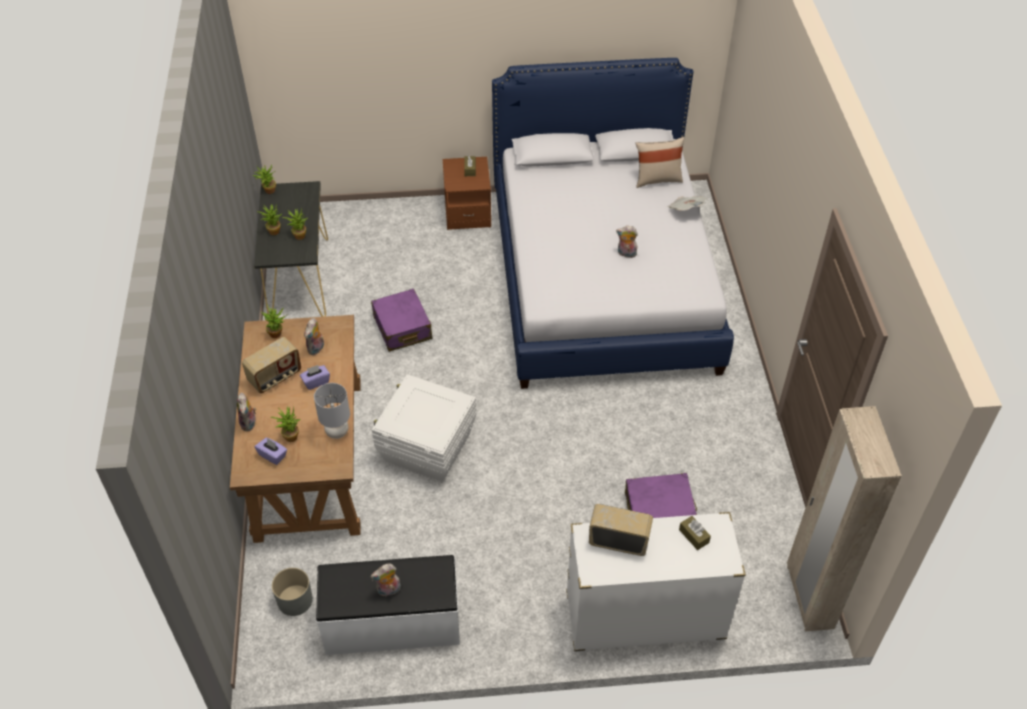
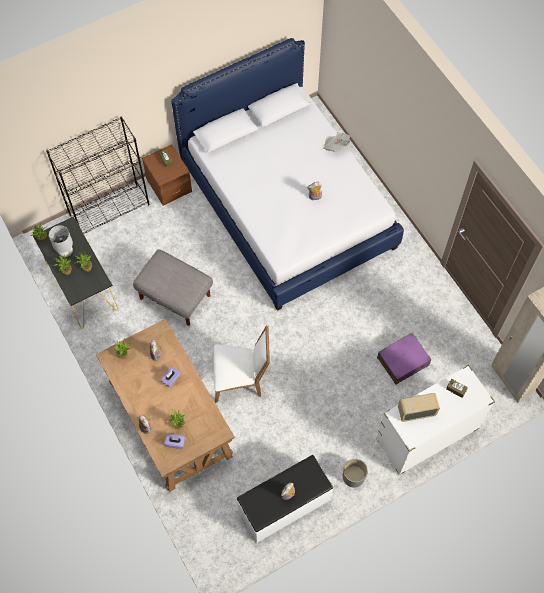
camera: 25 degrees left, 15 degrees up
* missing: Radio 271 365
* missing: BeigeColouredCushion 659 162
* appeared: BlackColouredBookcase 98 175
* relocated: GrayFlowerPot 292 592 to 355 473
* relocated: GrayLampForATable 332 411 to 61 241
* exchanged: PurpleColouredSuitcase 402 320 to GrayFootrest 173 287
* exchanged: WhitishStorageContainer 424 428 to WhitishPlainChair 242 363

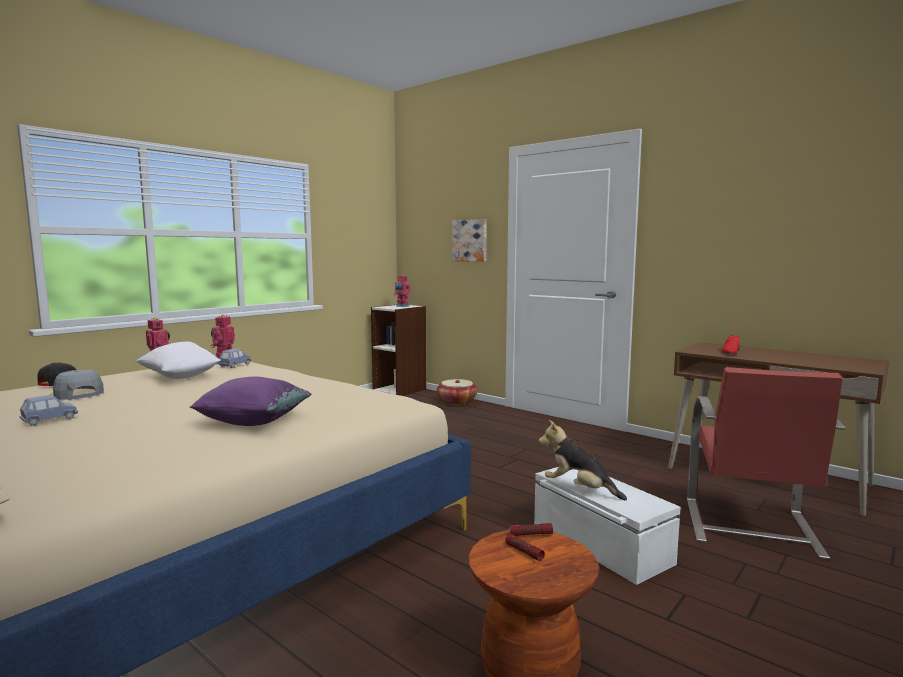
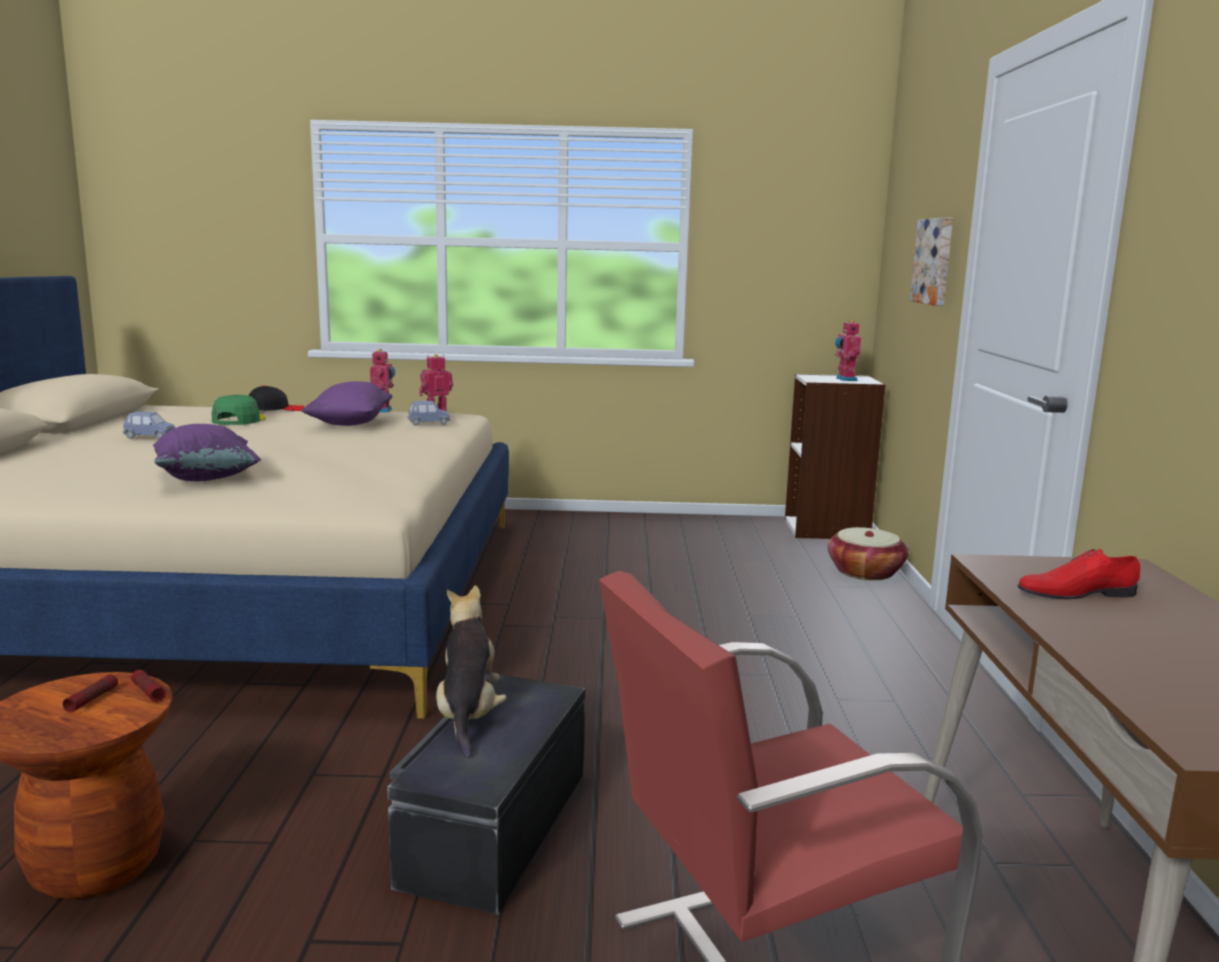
camera: 50 degrees right, 5 degrees up
* colour: GrayBaseballCap 77 384 to GreenishBaseballCap 239 410
* colour: WhitishCushion 178 360 to PurpleColouredCushion 347 403
* colour: WhitishStorageContainer 607 526 to BlackColouredStorageContainer 486 794

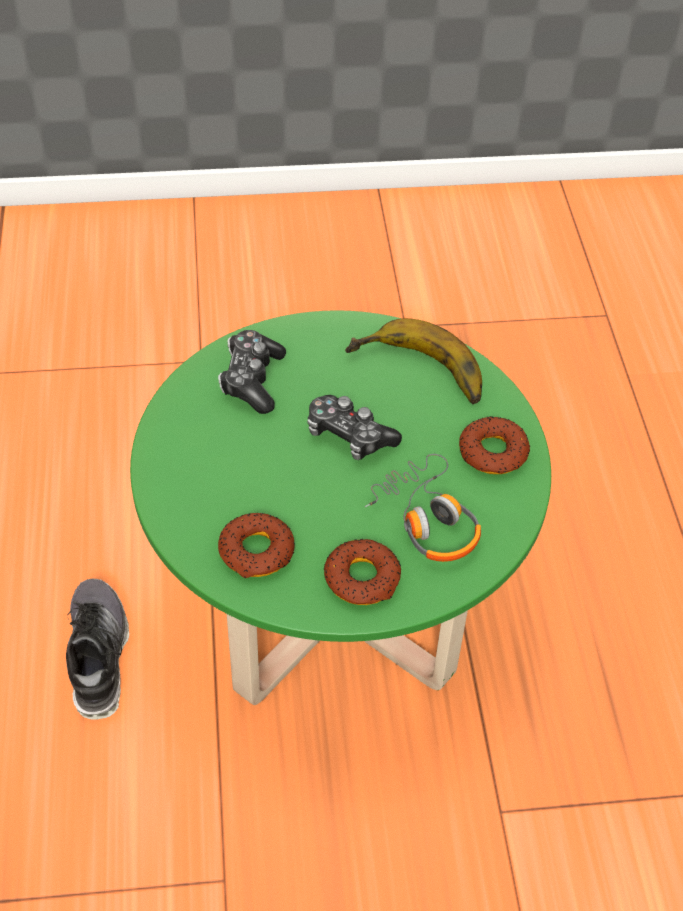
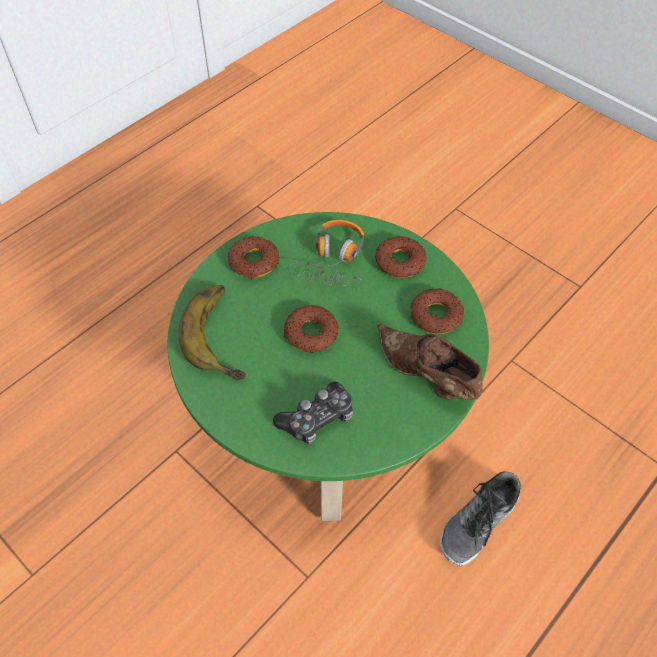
camera: 130 degrees left, 5 degrees up
* appeared: BrownishItemOfFootwear 430 361
* exchanged: Gamepad 354 427 to Doughnut 311 329

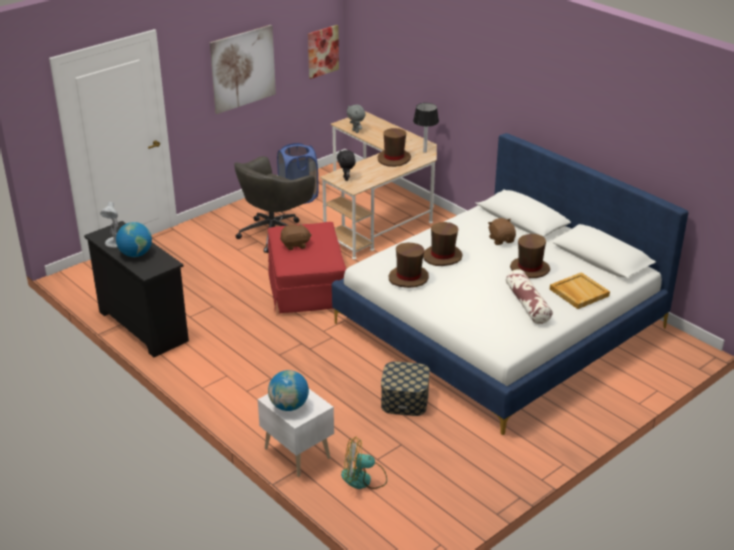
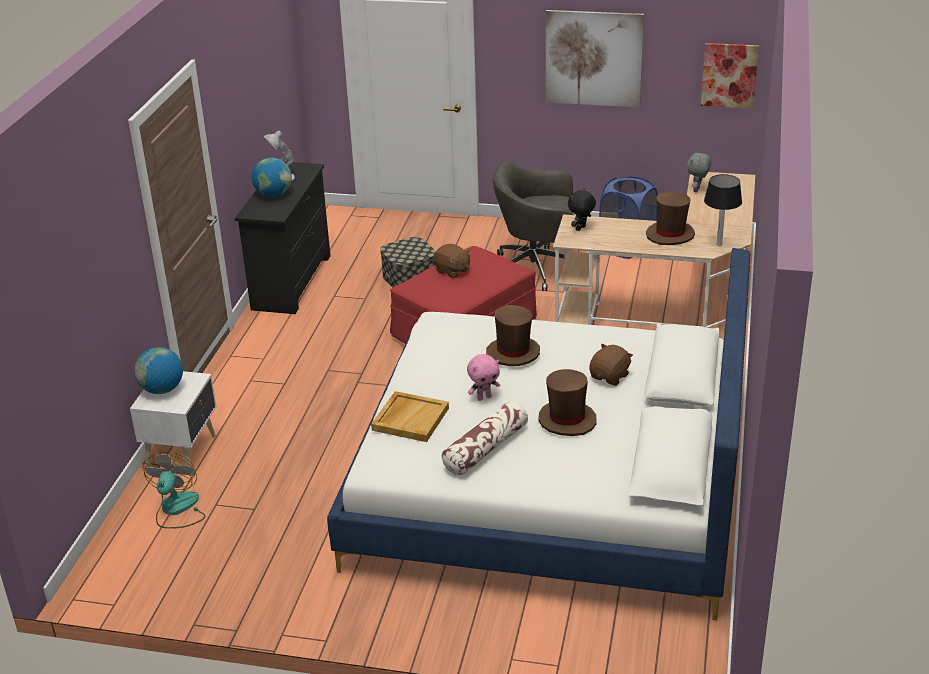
camera: 55 degrees right, 0 degrees up
* missing: BrownishHat 409 265
* appeared: PinkColouredCuddlyToy 483 377
* relocated: StorageContainer 405 388 to 408 262
* relocated: BeigeColouredTray 580 290 to 410 416
* spun: CoolingFan 364 463 = 174 490 45 degrees clockwise

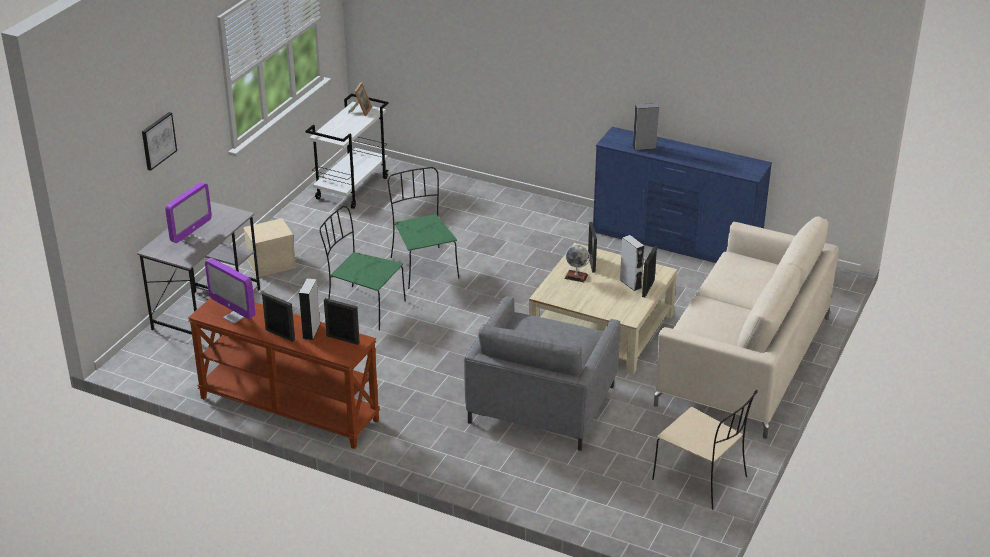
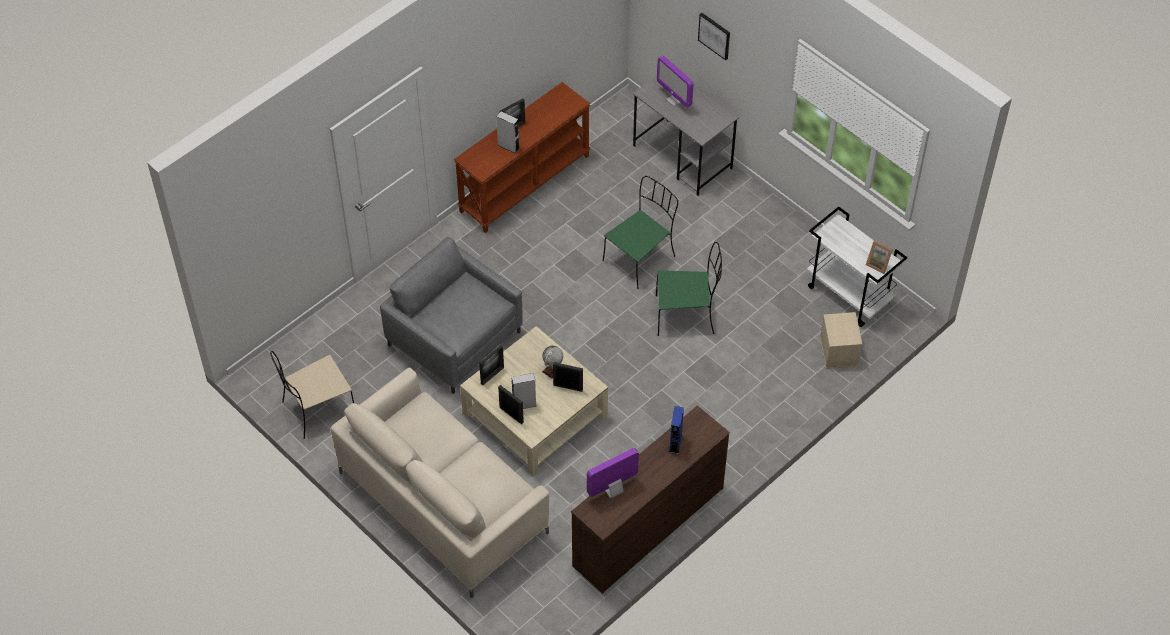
camera: 110 degrees right, 20 degrees up
* relocated: ComputerScreen 230 291 to 613 473
* relocated: BeigeColouredStorageContainer 269 247 to 841 340
* relocated: PictureFrame 342 321 to 491 365
* colour: BluishDresser 682 195 to BrownishDresser 650 499
* colour: GraySpeaker 645 127 to BluishSpeaker 676 430

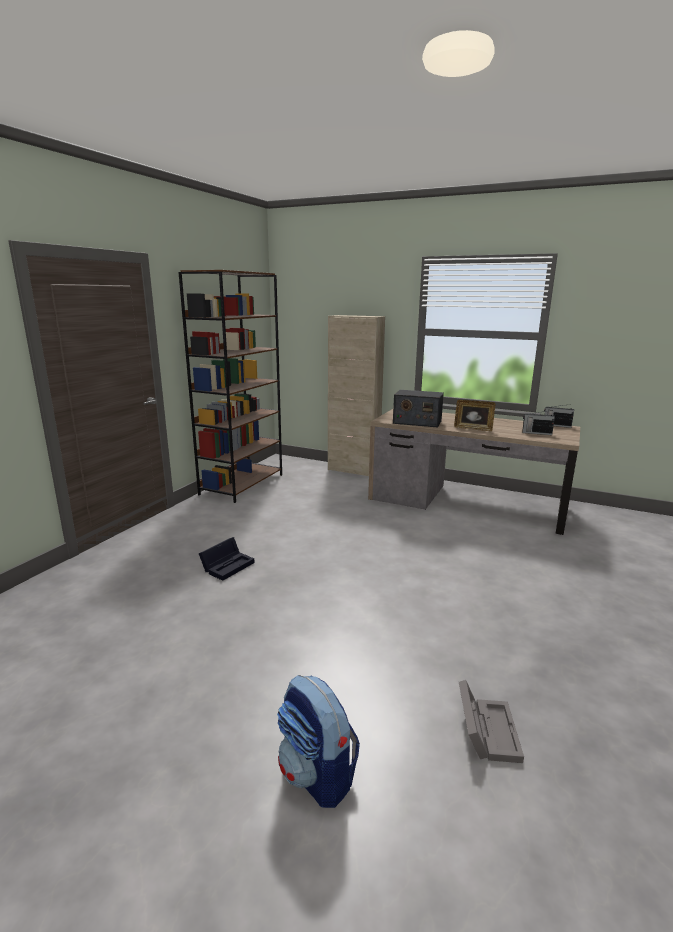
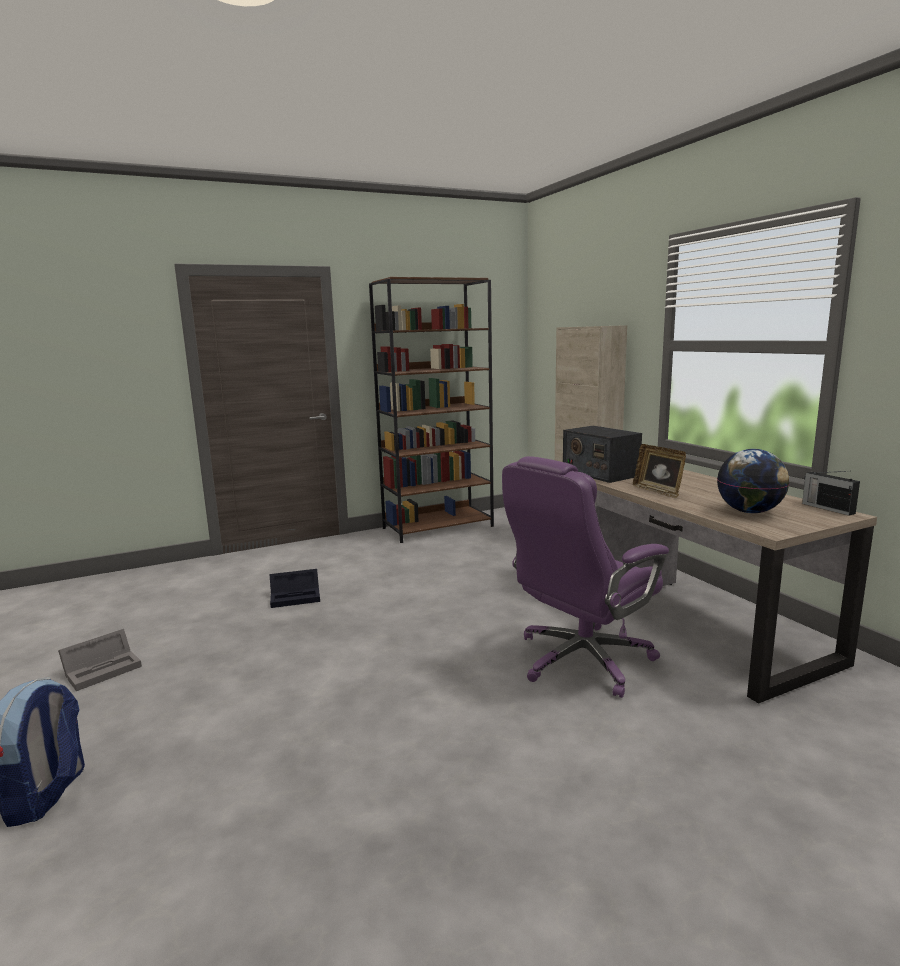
camera: 40 degrees right, 5 degrees down
* appeared: PurpleColouredOfficeChair 585 577
* relocated: GrayStorageContainer 491 721 to 100 660
* exchanged: Radio 538 423 to Globe 753 481

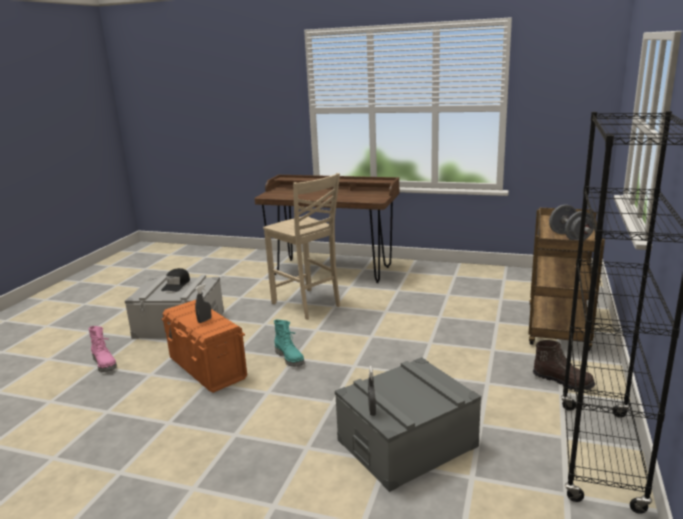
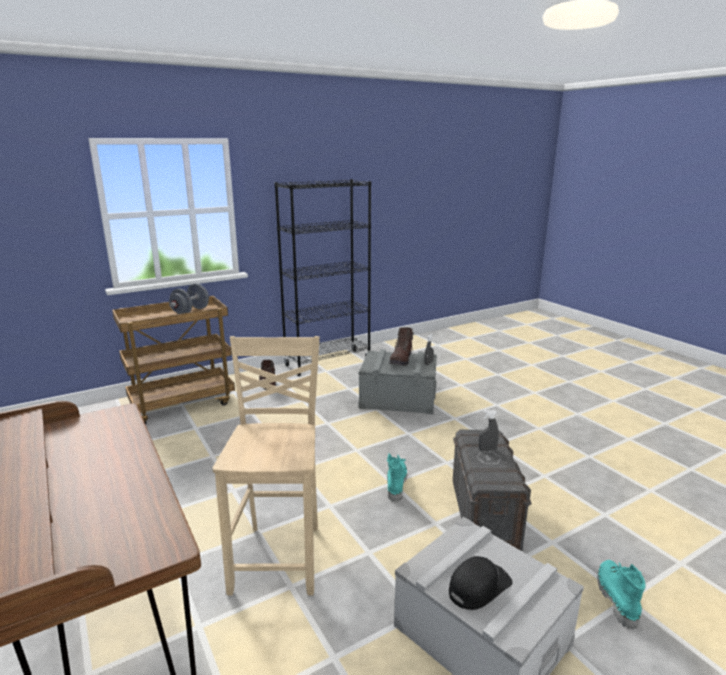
camera: 140 degrees left, 0 degrees up
* appeared: BrownishHighTopBoot 401 346
* colour: PinkColouredHighTopBoot 103 349 to TurquoiseHighTopBoot 621 594
* colour: OrangeyStorageContainer 204 346 to GrayStorageContainer 492 490

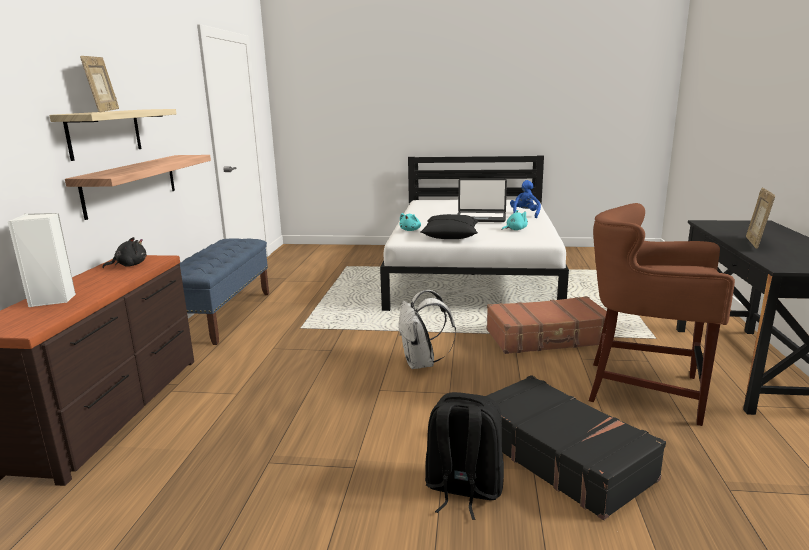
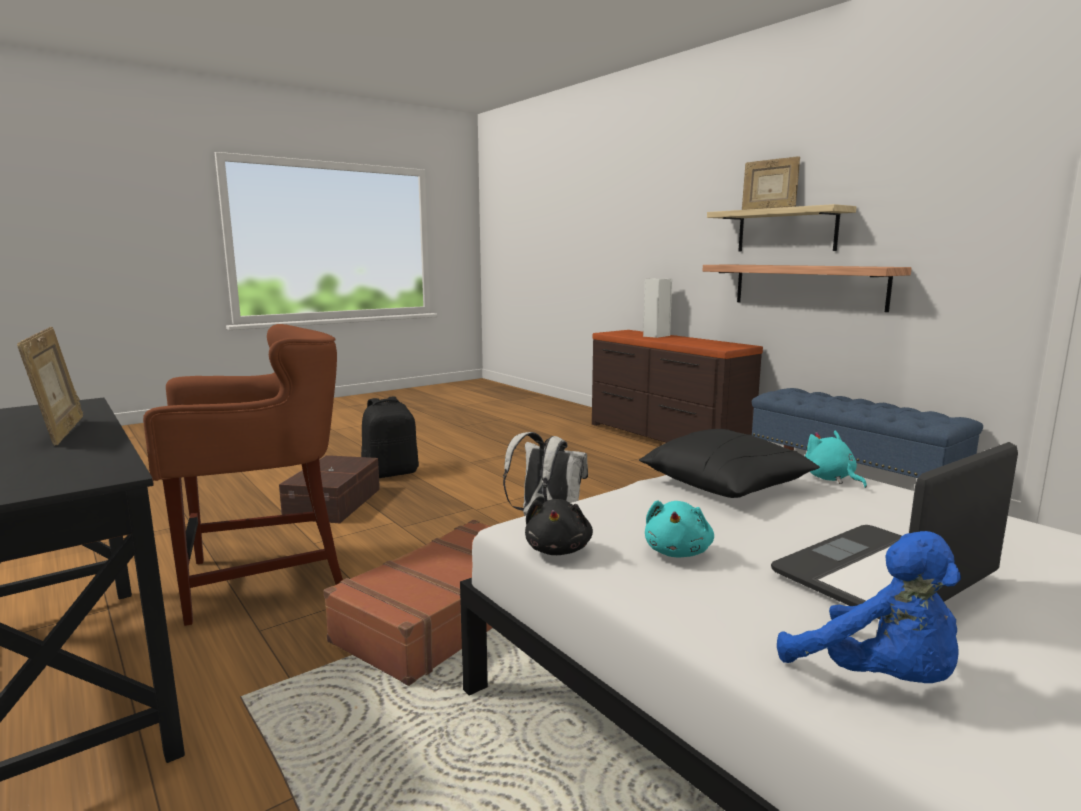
camera: 135 degrees right, 5 degrees down
* relocated: BlackColouredCuddlyToy 124 252 to 559 527
* exchanged: BlackColouredSuitcase 576 447 to BrownishStorageContainer 329 489

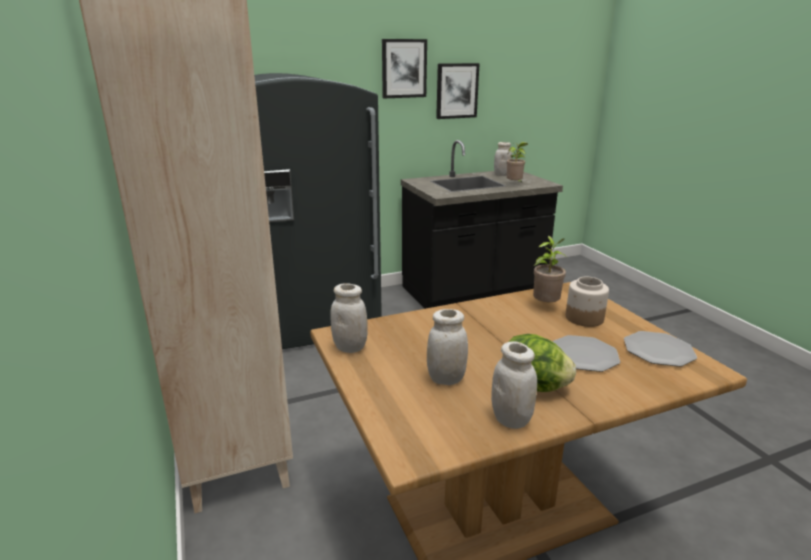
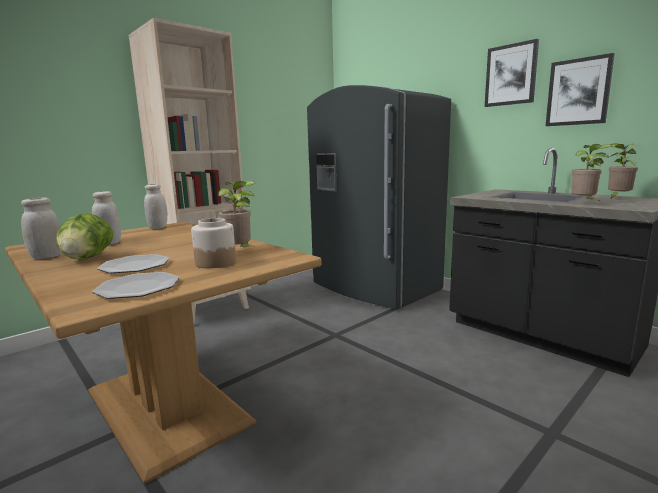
camera: 70 degrees right, 10 degrees down
* exchanged: WhitishStorageJar 503 159 to Houseplant 624 171

